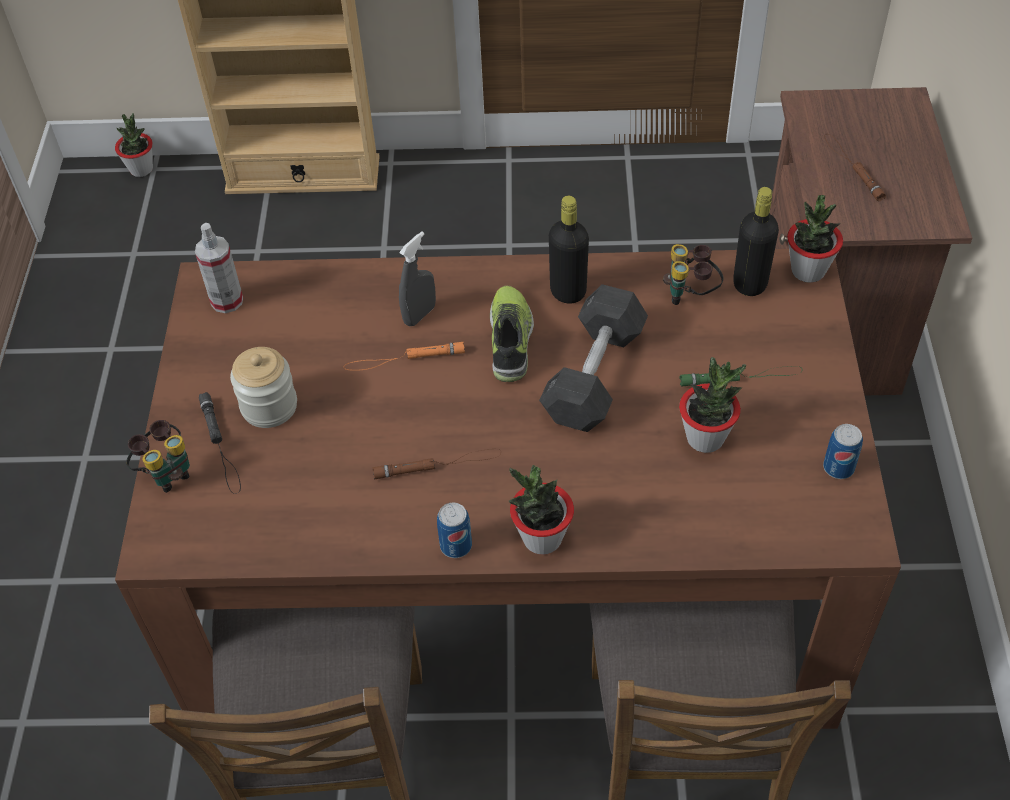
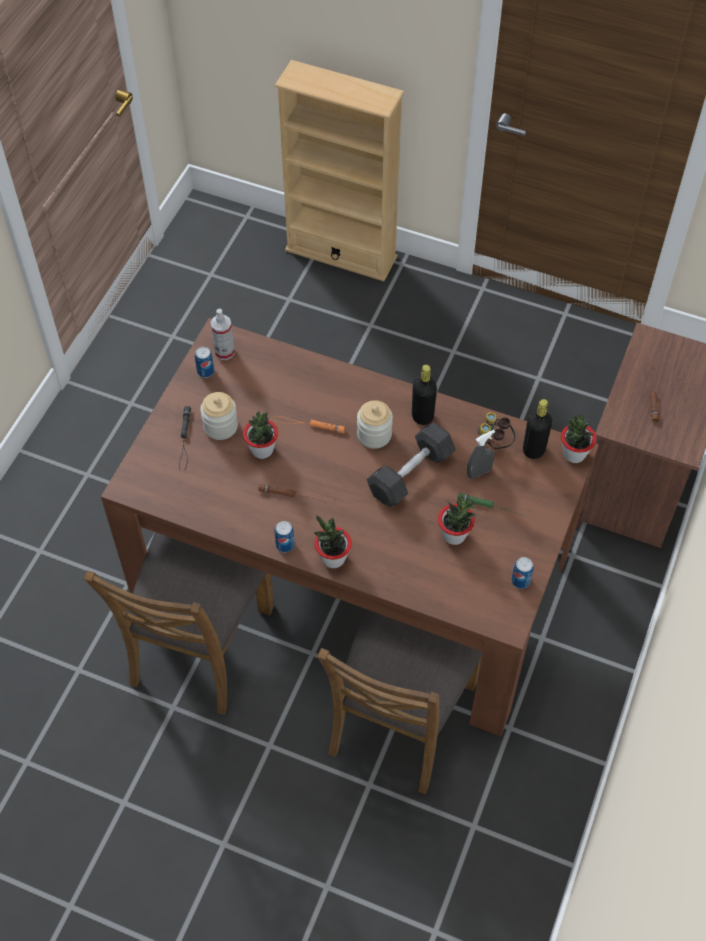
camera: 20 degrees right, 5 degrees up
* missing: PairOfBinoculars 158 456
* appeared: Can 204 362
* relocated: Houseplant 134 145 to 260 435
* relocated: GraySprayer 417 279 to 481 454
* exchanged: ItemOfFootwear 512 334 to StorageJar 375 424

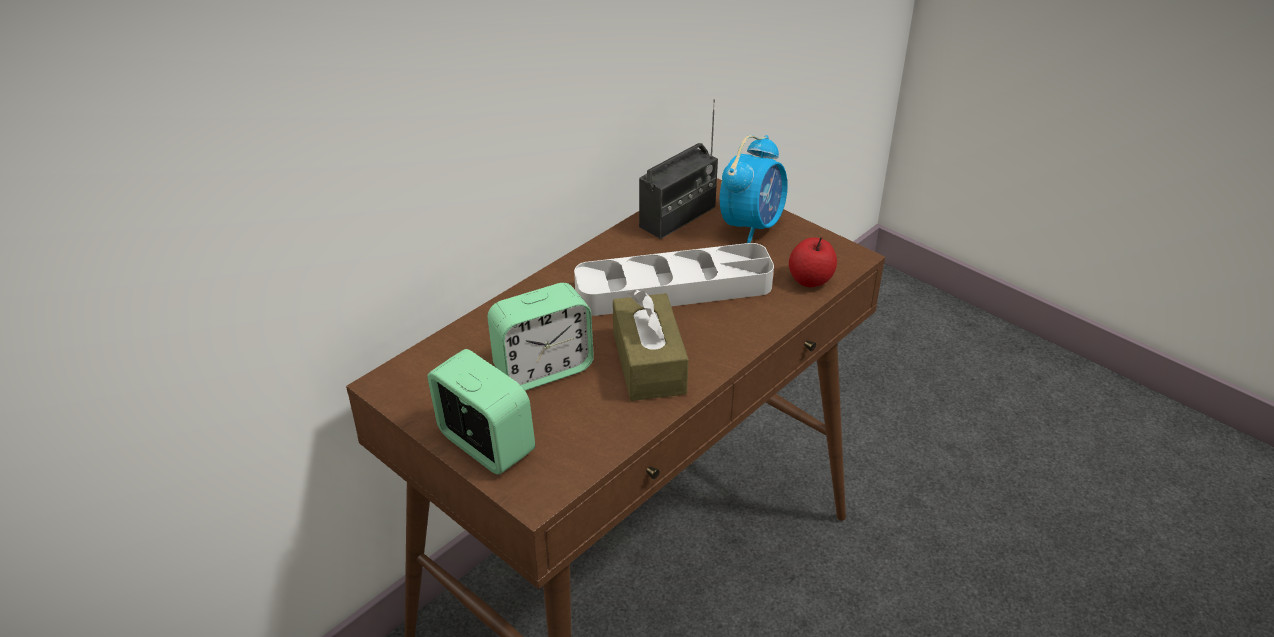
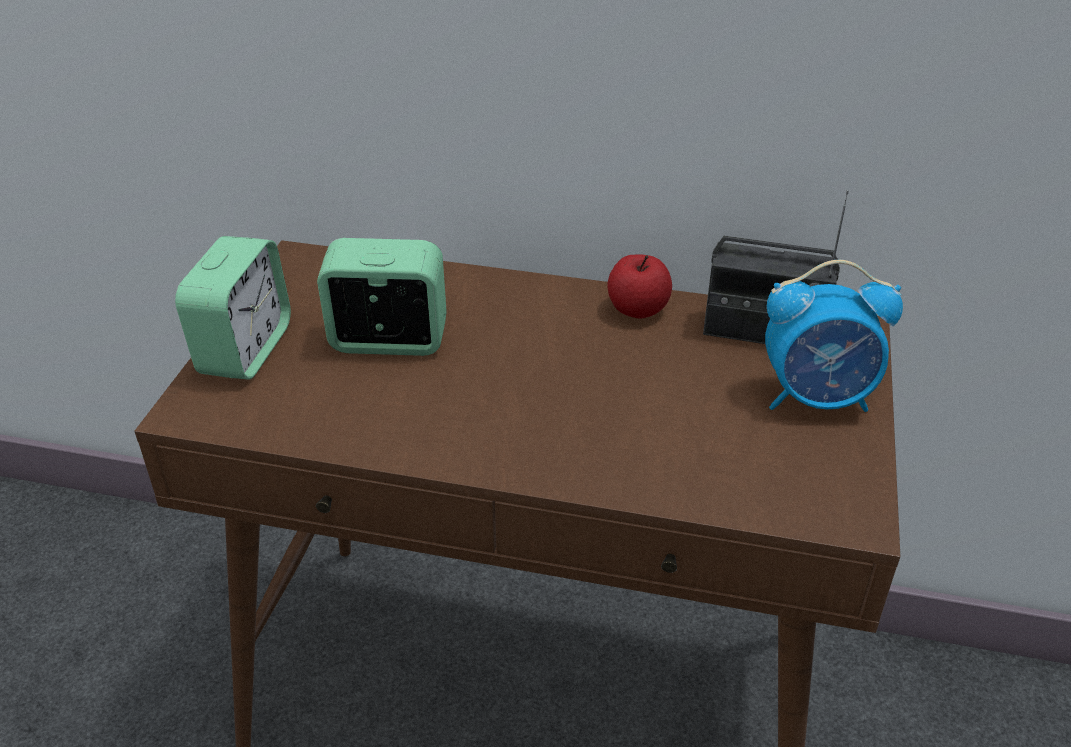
camera: 60 degrees right, 0 degrees up
* missing: GrayTray 674 279
* missing: BrownishTissueHolder 650 345
* relocated: Apple 813 262 to 639 286
* spun: TableClock 540 337 = 382 297 150 degrees clockwise

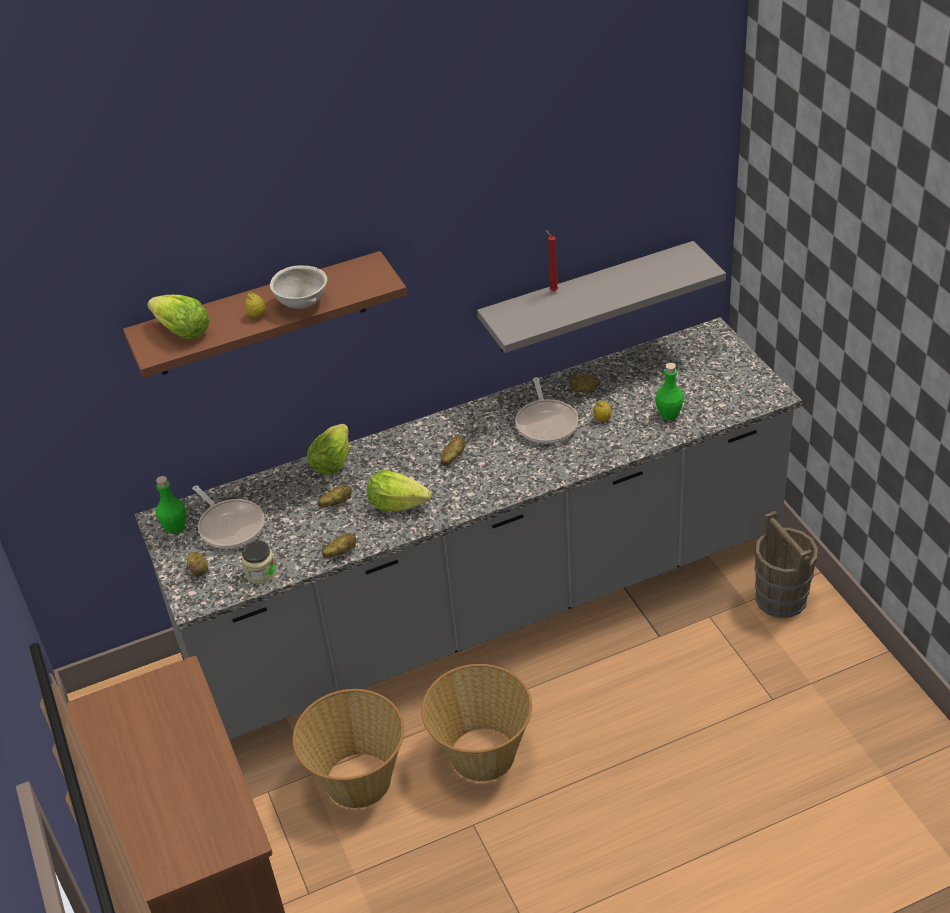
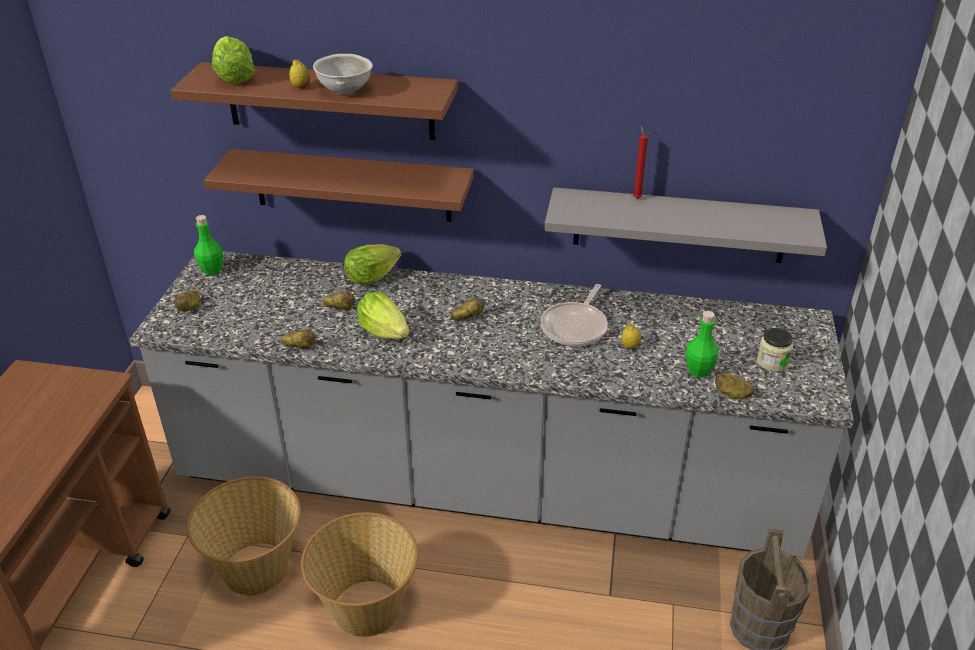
camera: 30 degrees right, 5 degrees down
* missing: Skillet 228 517
* appeared: BrownishBracketShelf 339 185
* relocated: StorageJar 259 562 to 775 350
* relocated: Spud 584 383 to 734 385

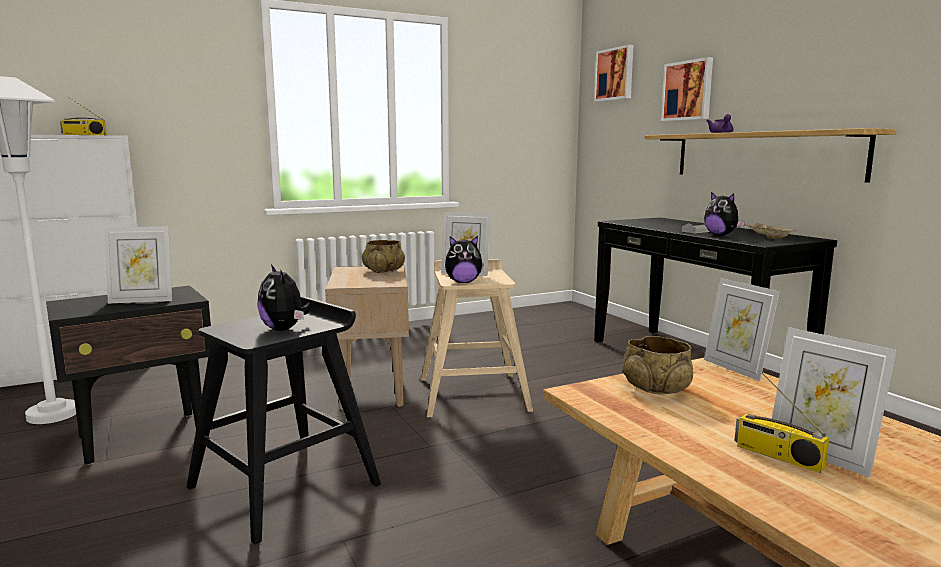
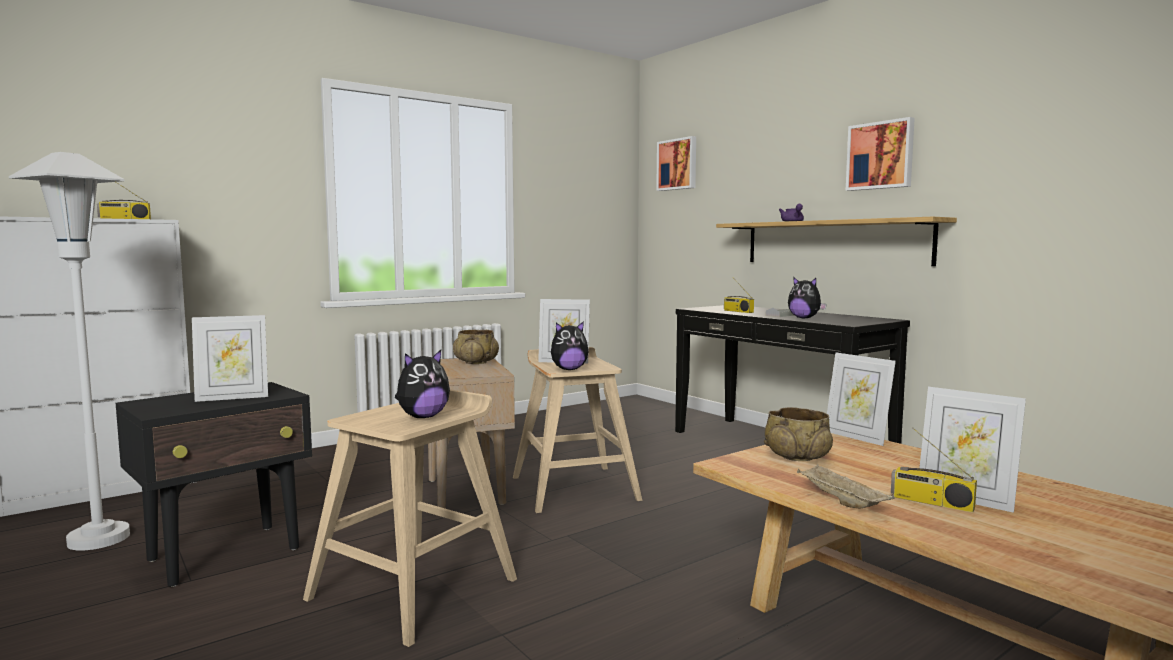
camera: 10 degrees left, 5 degrees down
* appeared: Radio 739 296
* relocated: WallArt 687 89 to 880 154
* relocated: BeigeColouredTray 770 231 to 845 486
* colour: BlackColouredSittingStool 284 420 to BeigeColouredSittingStool 410 518
* spun: CuddlyToy 284 297 = 422 384 90 degrees counterclockwise

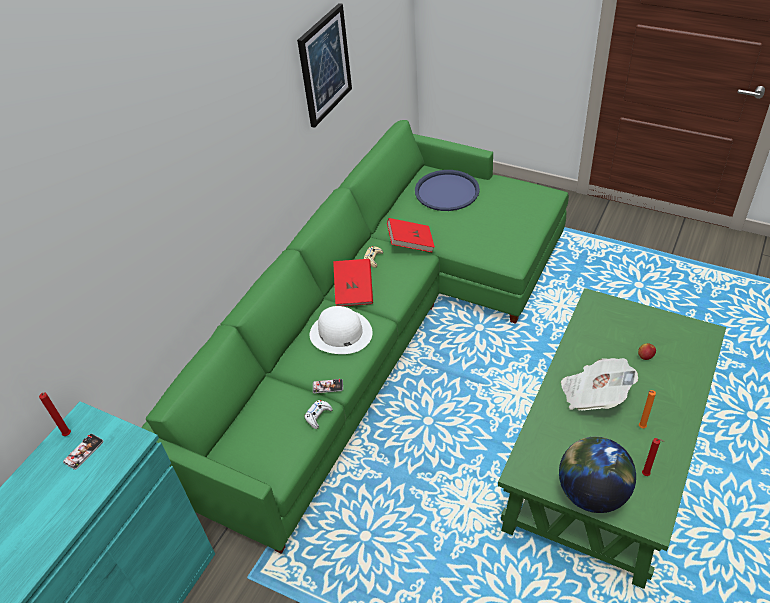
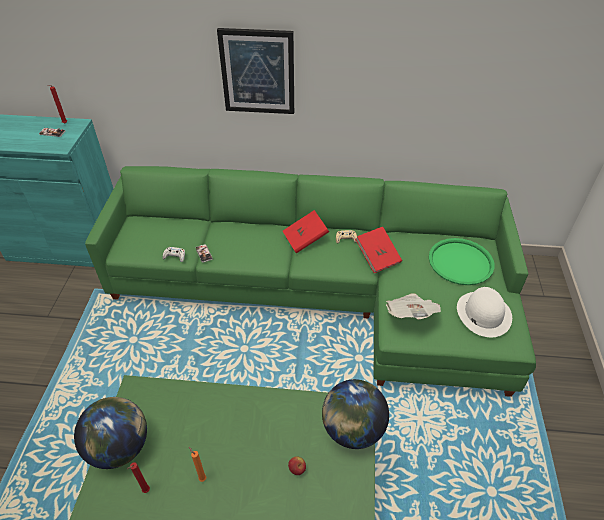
camera: 65 degrees right, 0 degrees up
* appeared: Globe 355 414
* relocated: WallArt 324 65 to 255 71
* relocated: WhitishHat 341 330 to 484 312
* relocated: PrintedPaper 599 384 to 413 306
* colour: BluishTray 447 190 to GreenishTray 462 261

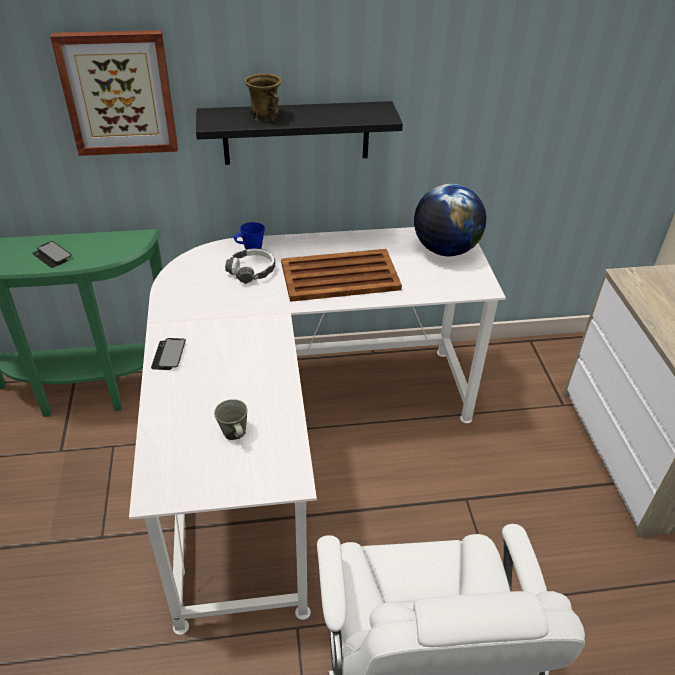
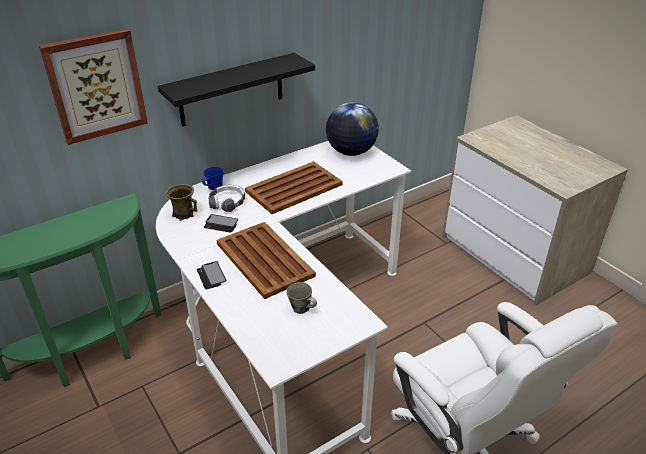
camera: 25 degrees left, 5 degrees down
* appeared: BrownishTray 266 260
* relocated: Telephone 52 254 to 221 223
* relocated: BrownishMug 262 97 to 182 202

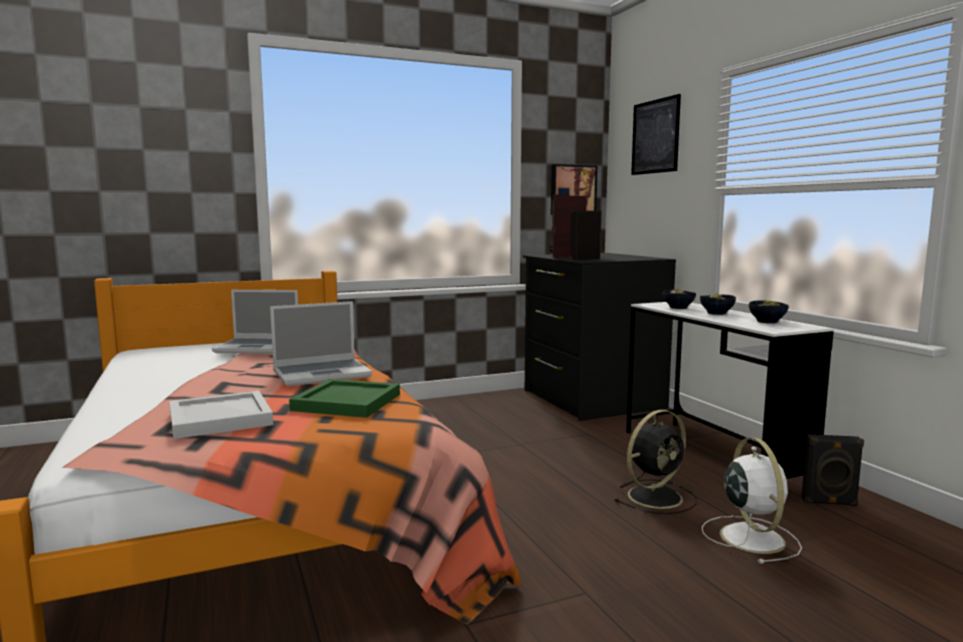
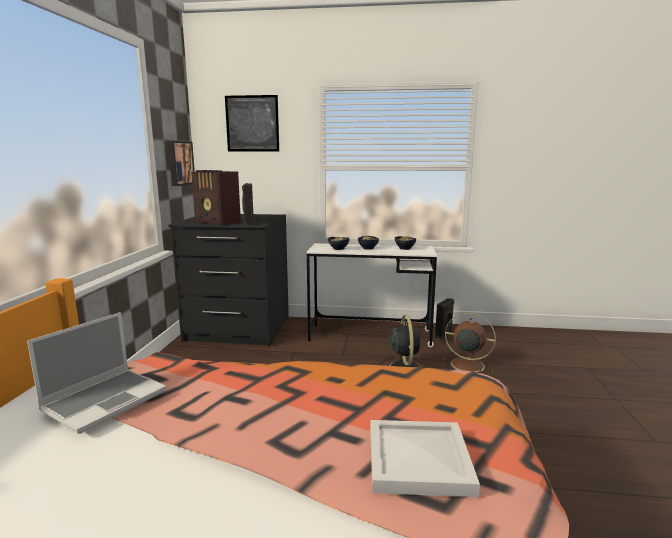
camera: 60 degrees left, 5 degrees up
* missing: PortableComputer 321 343
* missing: GreenishTray 344 398
* colour: WhitishCoolingFan 752 501 to BrownishCoolingFan 469 343

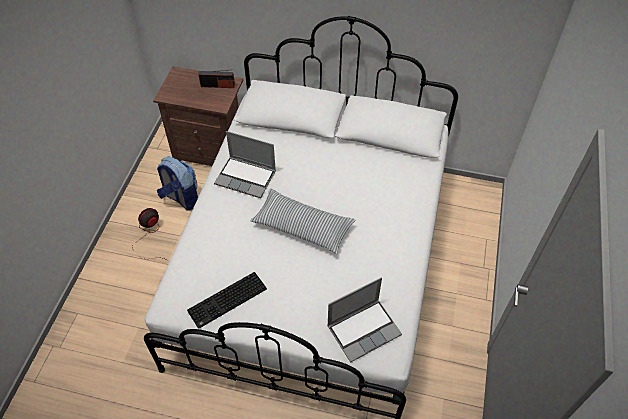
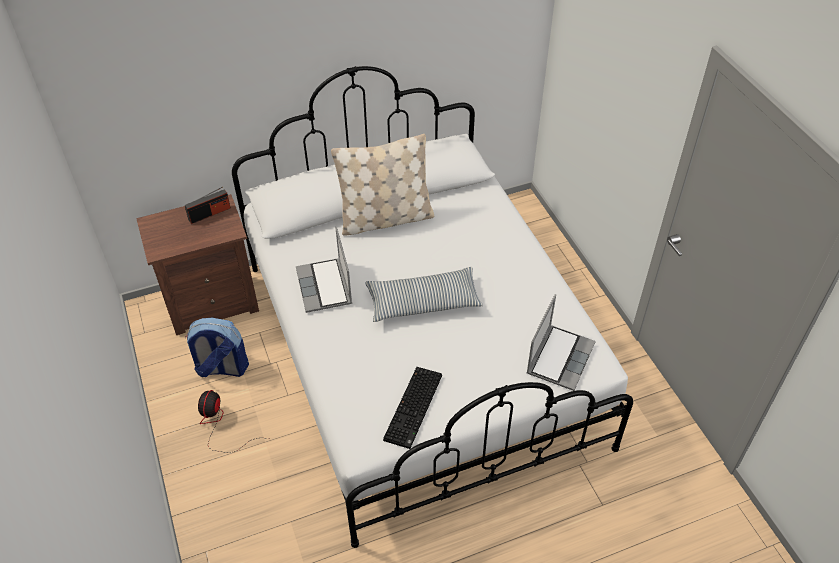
camera: 35 degrees left, 5 degrees down
* appeared: BeigeColouredCushion 382 185
* spun: PortableComputer 245 164 = 324 270 90 degrees clockwise

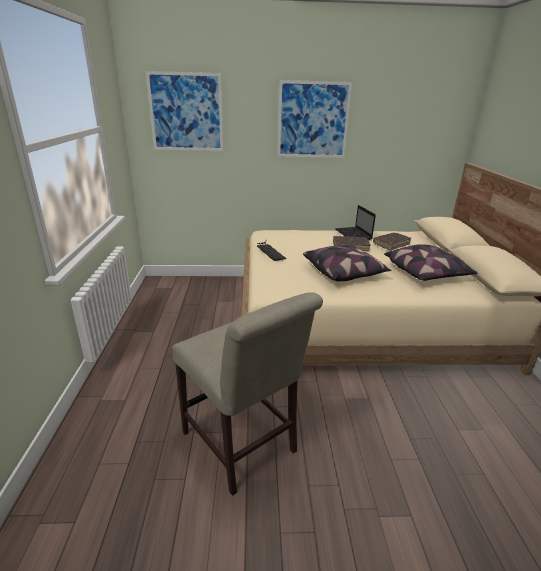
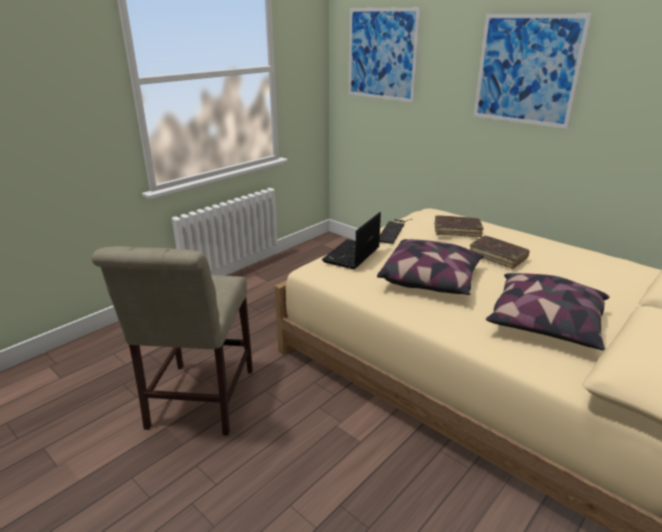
camera: 45 degrees right, 0 degrees up
* relocated: PortableComputer 355 222 to 351 240
* relocated: BrownishBoundBook 392 241 to 458 226

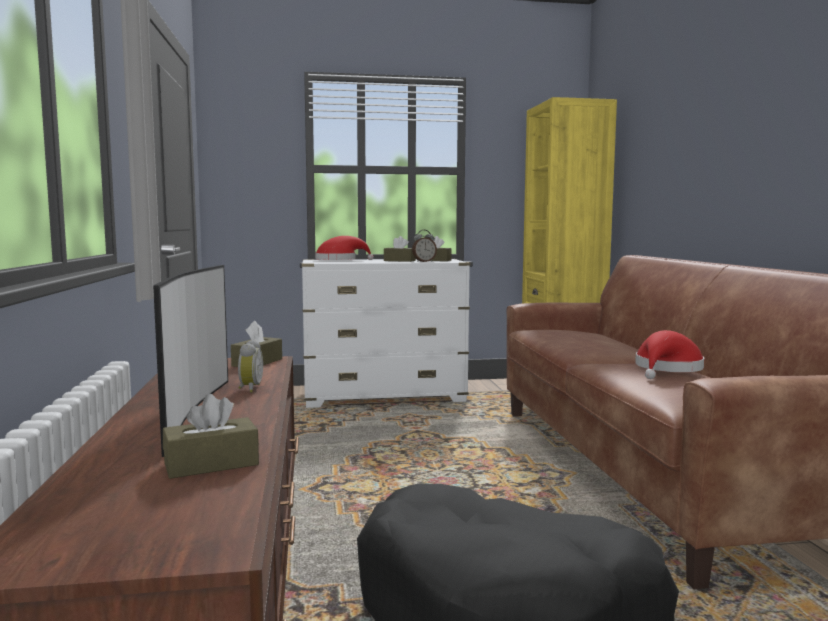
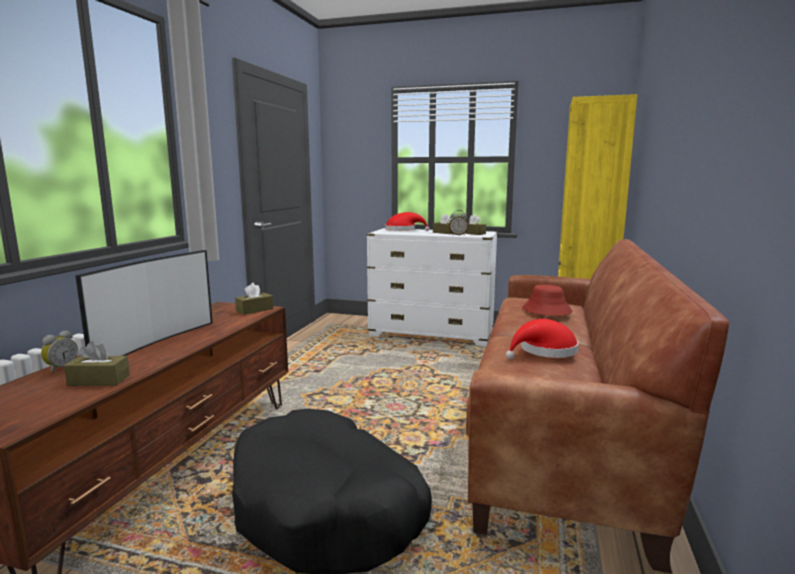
camera: 25 degrees right, 5 degrees up
* appeared: RedHat 548 300
* relocated: TableClock 250 366 to 59 352

